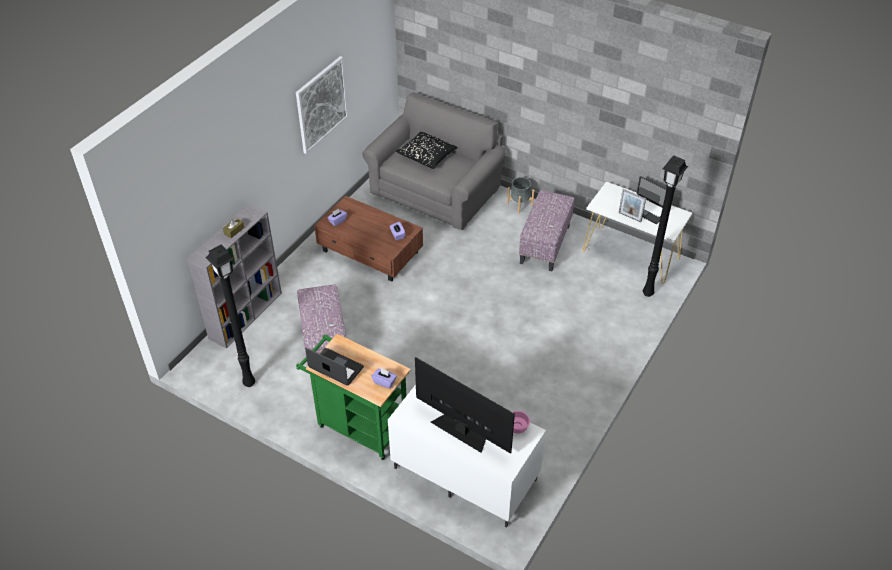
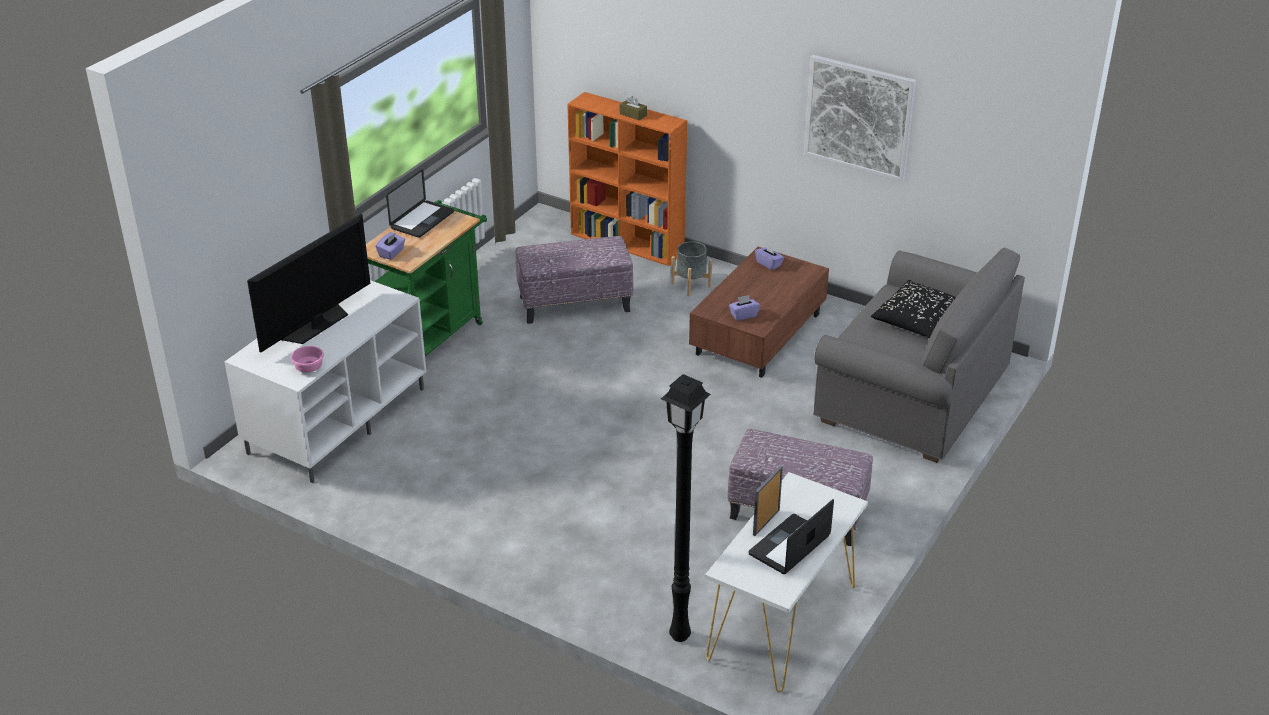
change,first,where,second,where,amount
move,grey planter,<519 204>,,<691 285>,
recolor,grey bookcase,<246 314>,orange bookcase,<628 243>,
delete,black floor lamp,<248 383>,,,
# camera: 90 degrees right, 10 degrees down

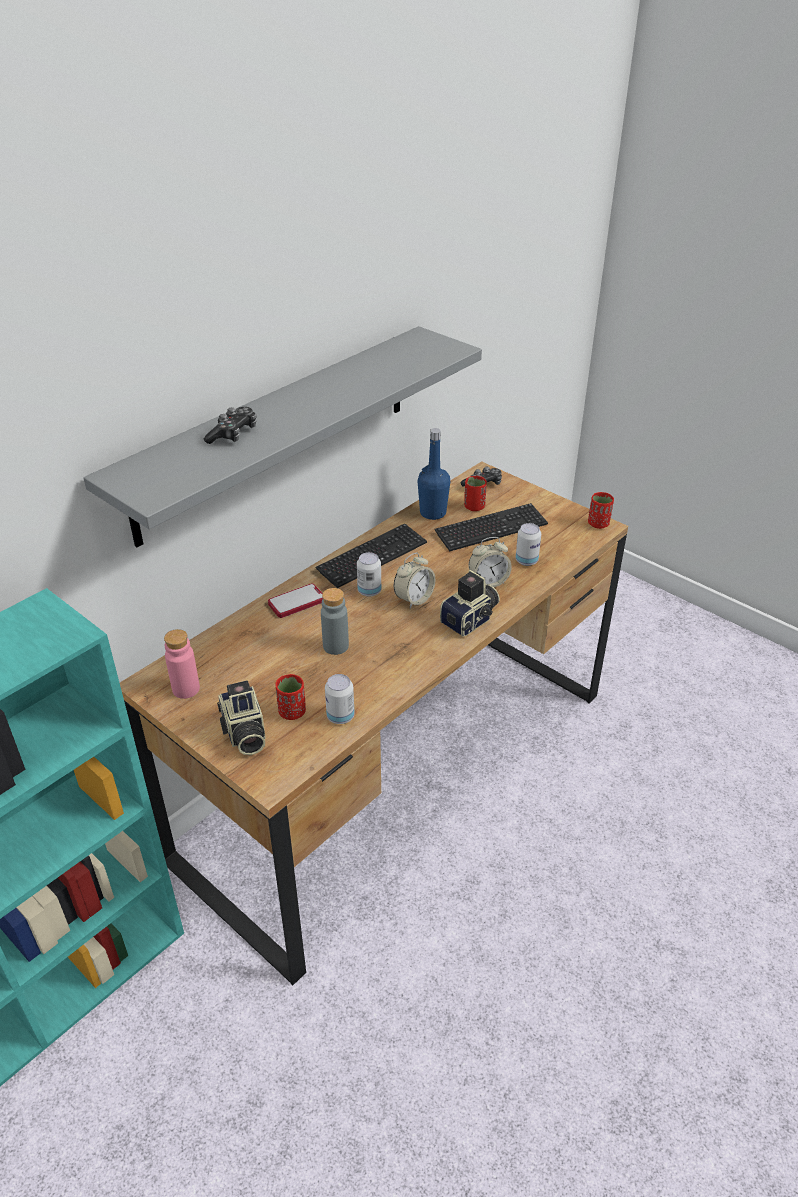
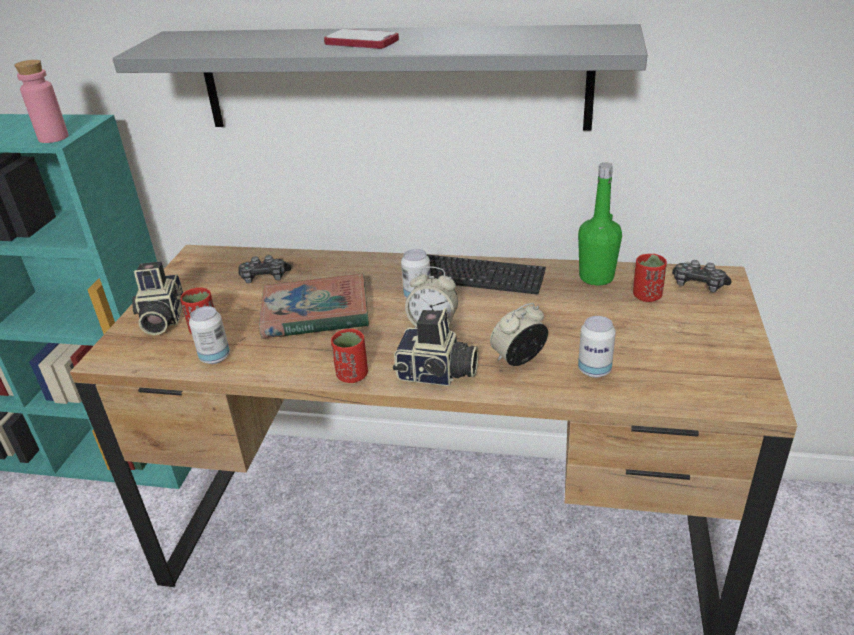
change,first,where,second,where,amount
move,game controller,<233 434>,,<265 278>,
recolor,blue bottle,<433 513>,green bottle,<596 277>,
move,red cup,<598 524>,,<352 375>,
delete,keyboard,<491 529>,,,
rotate,alarm clock,<488 582>,,<518 359>,105 degrees clockwise
move,phone,<296 602>,,<361 42>,
replace,grey bottle,<335 646>,book,<315 313>,
move,pink bottle,<186 689>,,<53 138>,
rotate,photo camera,<244 733>,,<161 319>,45 degrees counterclockwise
# camera: 60 degrees right, 5 degrees down

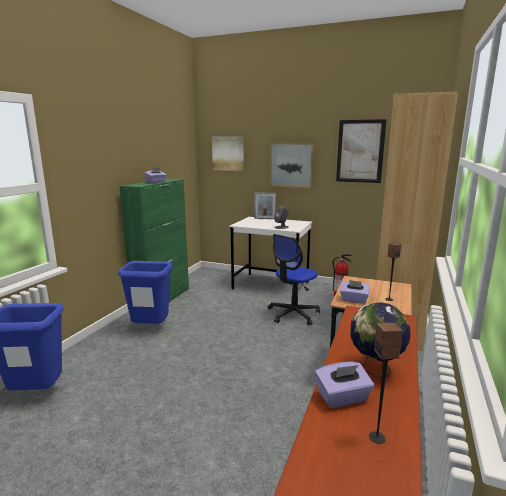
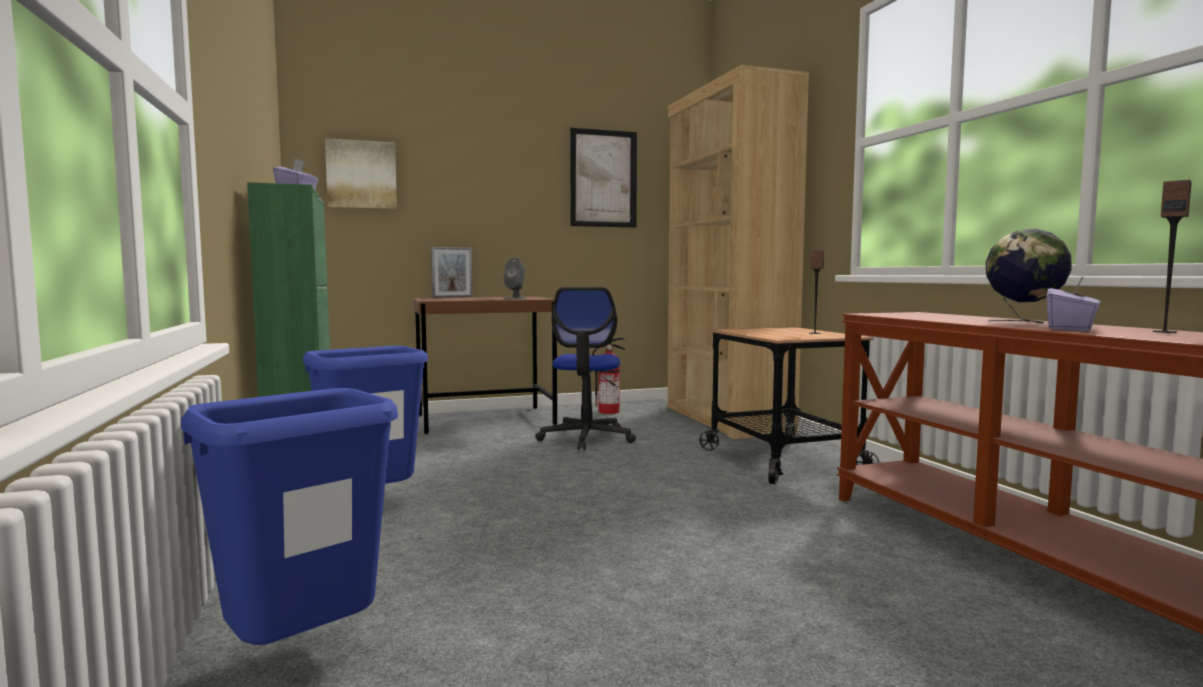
change,first,where,second,where,amount
delete,picture,<291 165>,,,
recolor,white desk,<271 285>,brown desk,<486 420>,
delete,purple tissue box,<354 300>,,,
# camera: 40 degrees left, 10 degrees down

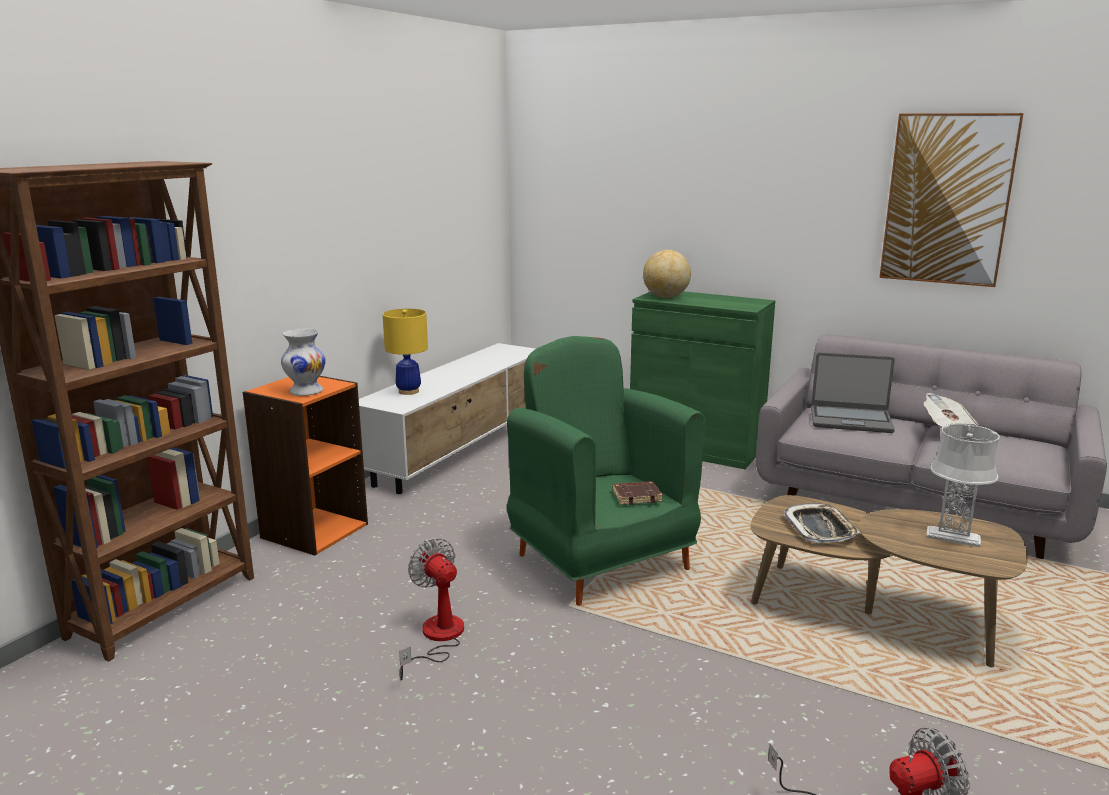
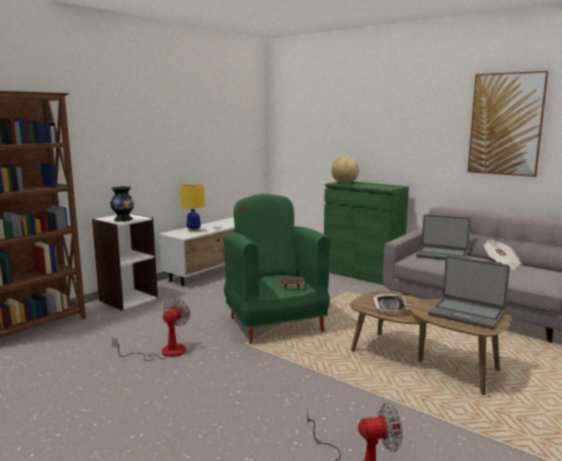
change,first,where,second,where,amount
recolor,white vase,<306 391>,black vase,<123 220>,
recolor,orange bookcase,<314 530>,white bookcase,<128 299>,
replace,grey table lamp,<953 537>,laptop,<466 314>,
rotate,fan,<437 638>,,<164 352>,45 degrees clockwise
# camera: 10 degrees right, 5 degrees down

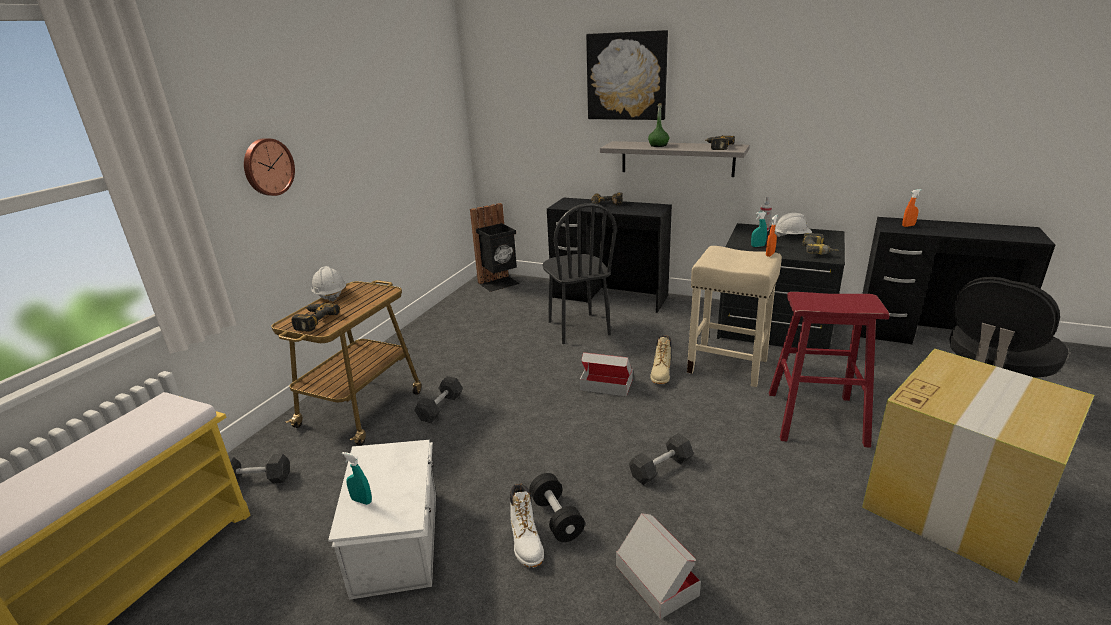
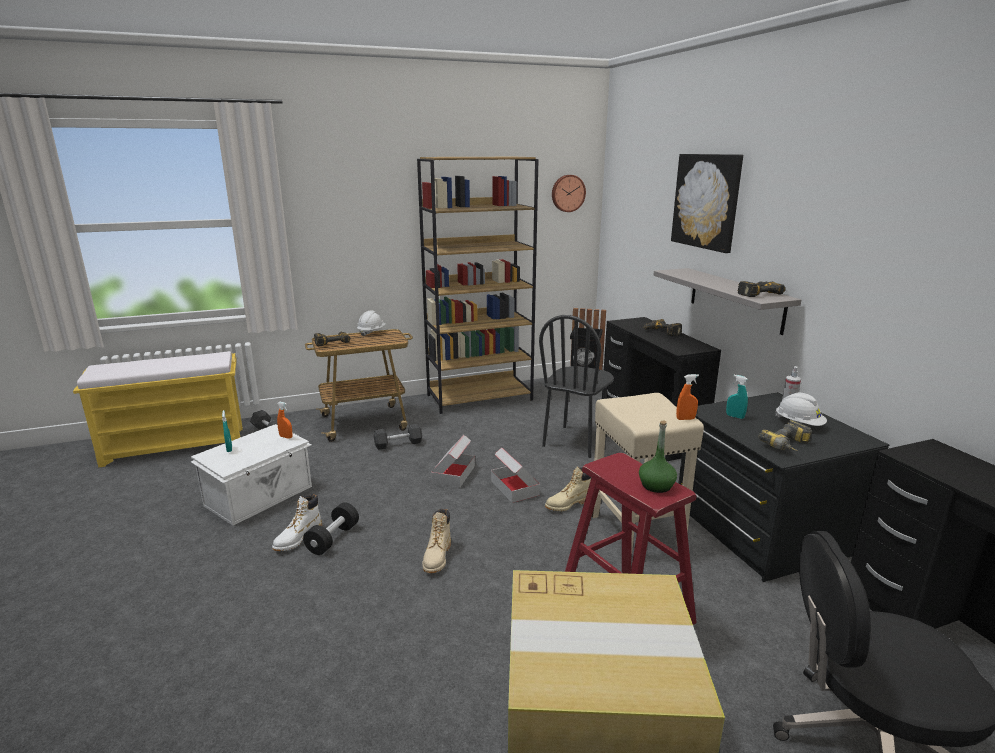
change,first,where,second,where,amount
move,green bottle,<658 145>,,<656 486>,
move,wall clock,<267 167>,,<567 193>,
move,orange spray bottle,<908 226>,,<286 437>,
replace,grey dumbbell,<661 468>,beige boot,<437 557>,
move,cardboard box,<656 580>,,<453 474>,
insert,,,brown bookcase,<480 397>,
# camera: 45 degrees right, 5 degrees down

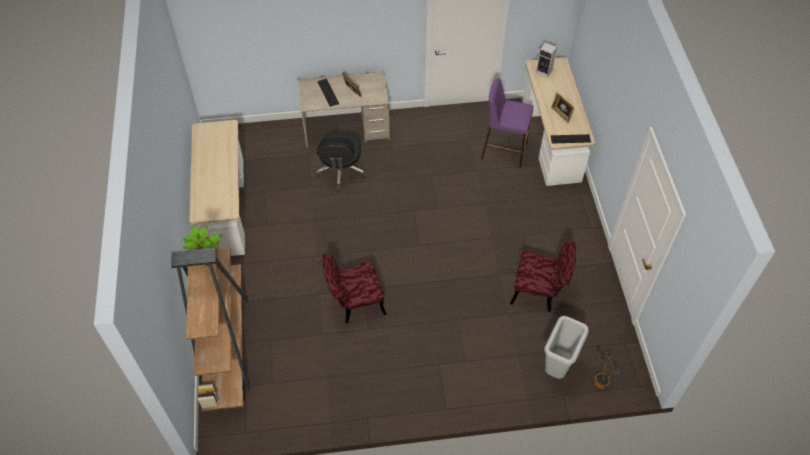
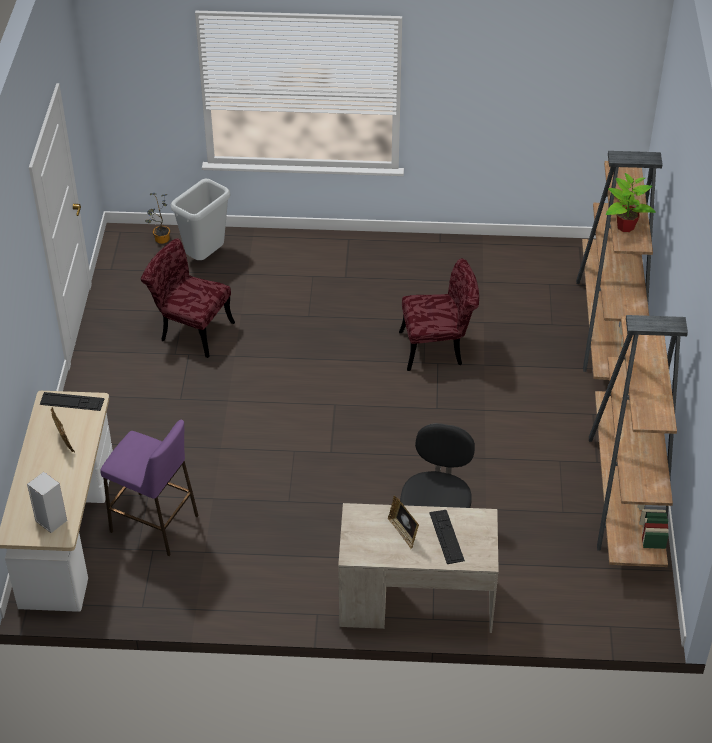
change,first,where,second,where,amount
replace,desk,<225 207>,brown bookcase,<626 495>,
# camera: 170 degrees left, 10 degrees down

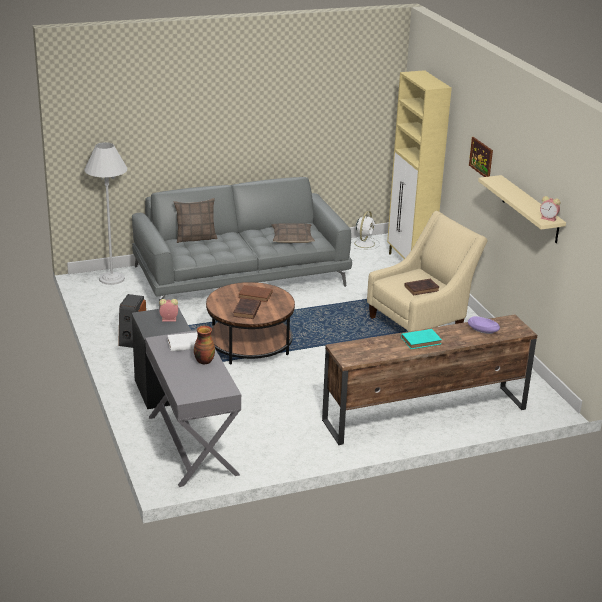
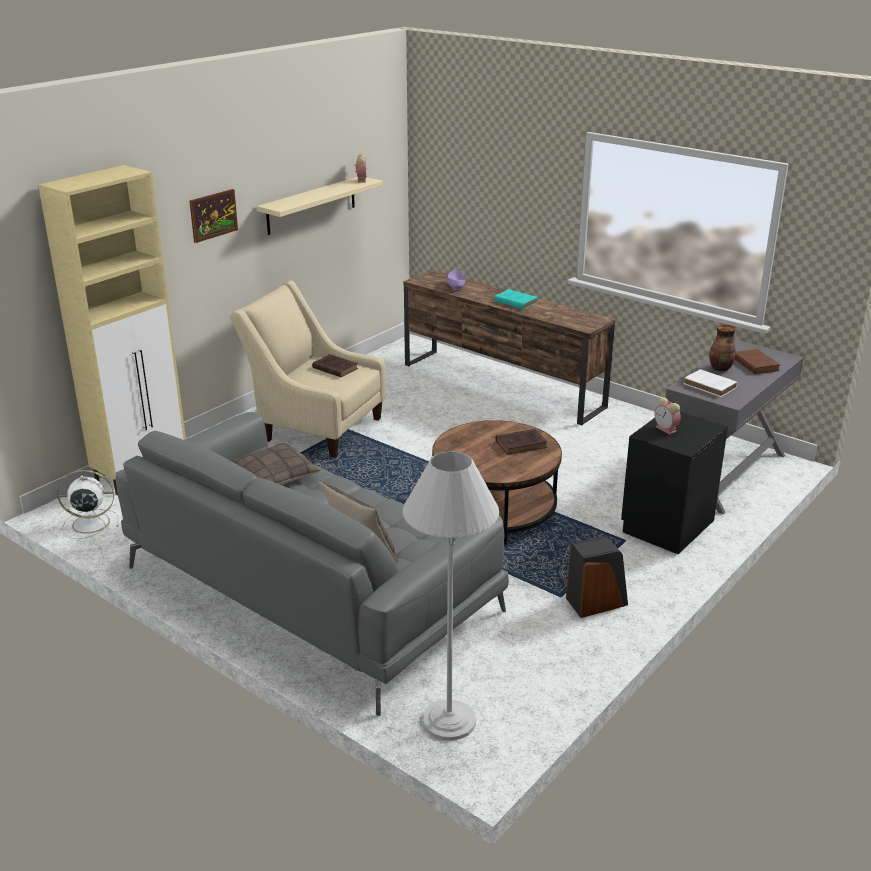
change,first,where,second,where,amount
move,brown book,<256 295>,,<754 364>,
# camera: 120 degrees left, 0 degrees up

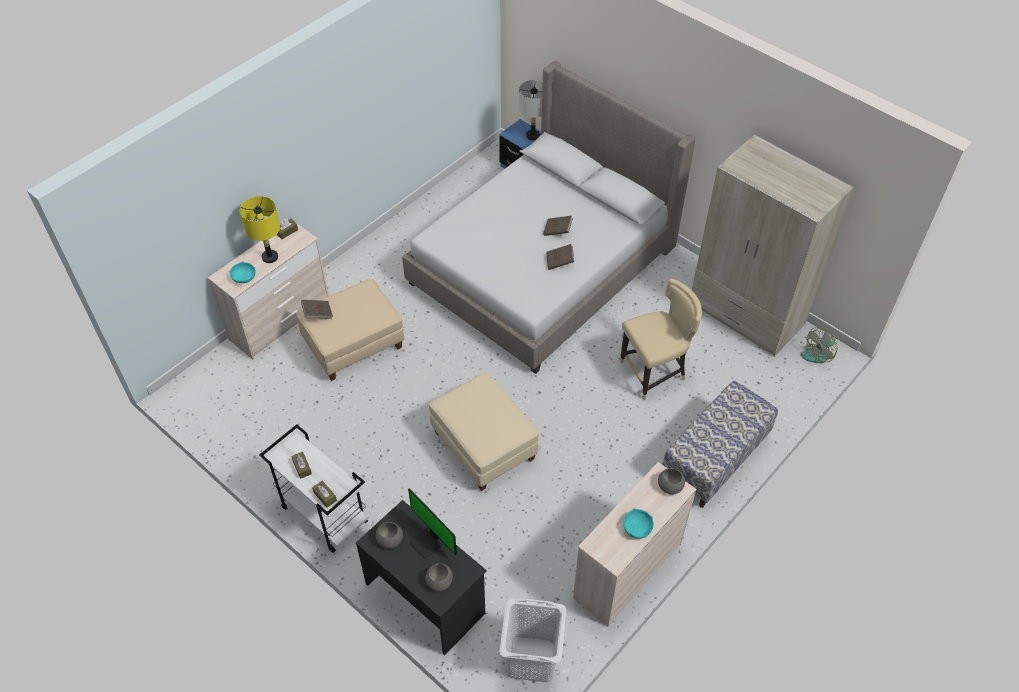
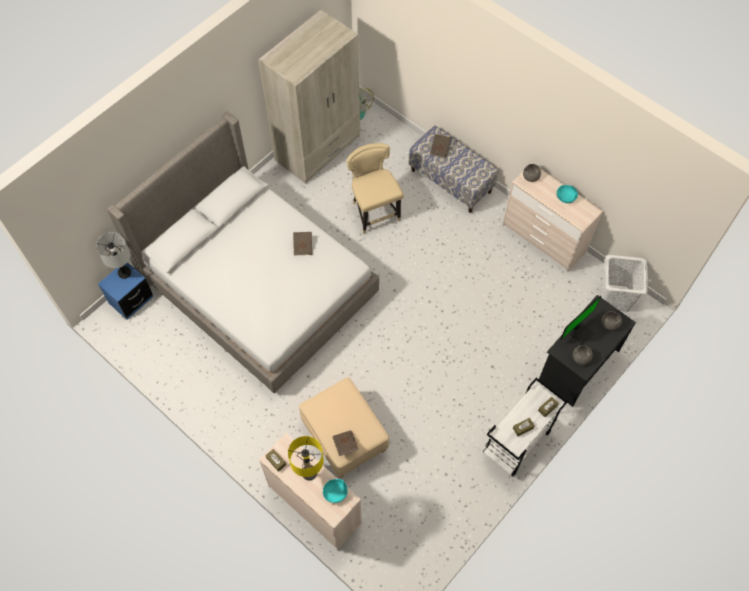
change,first,where,second,where,amount
move,brown book,<557 231>,,<440 149>,
delete,beige ottoman,<483 446>,,,
# camera: 90 degrees left, 10 degrees up

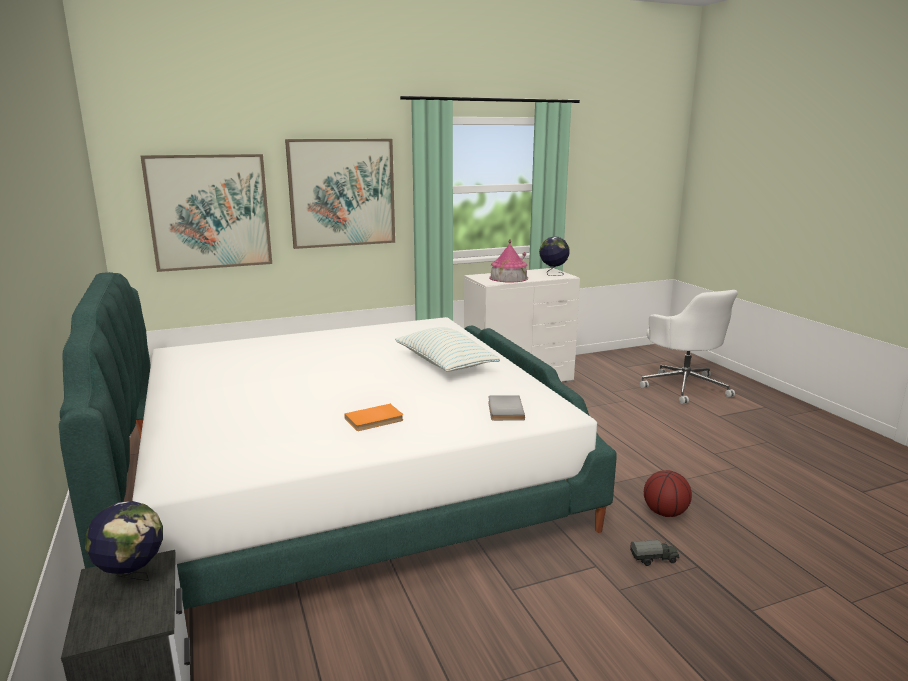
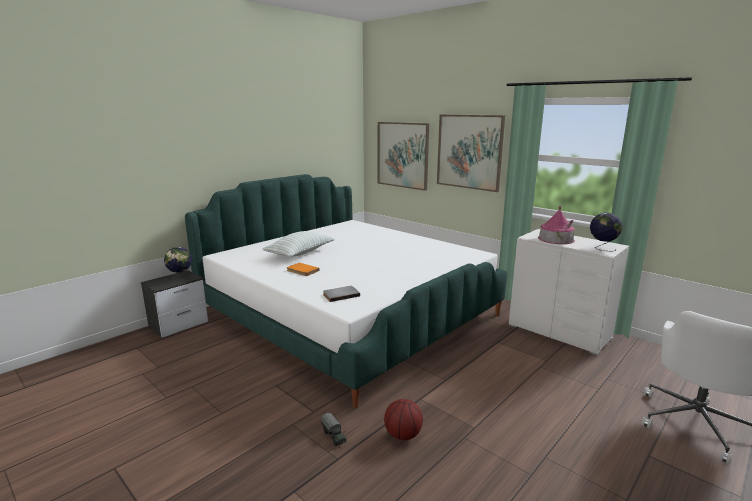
change,first,where,second,where,amount
move,pillow,<445 364>,,<300 253>,
# camera: 65 degrees right, 0 degrees up

